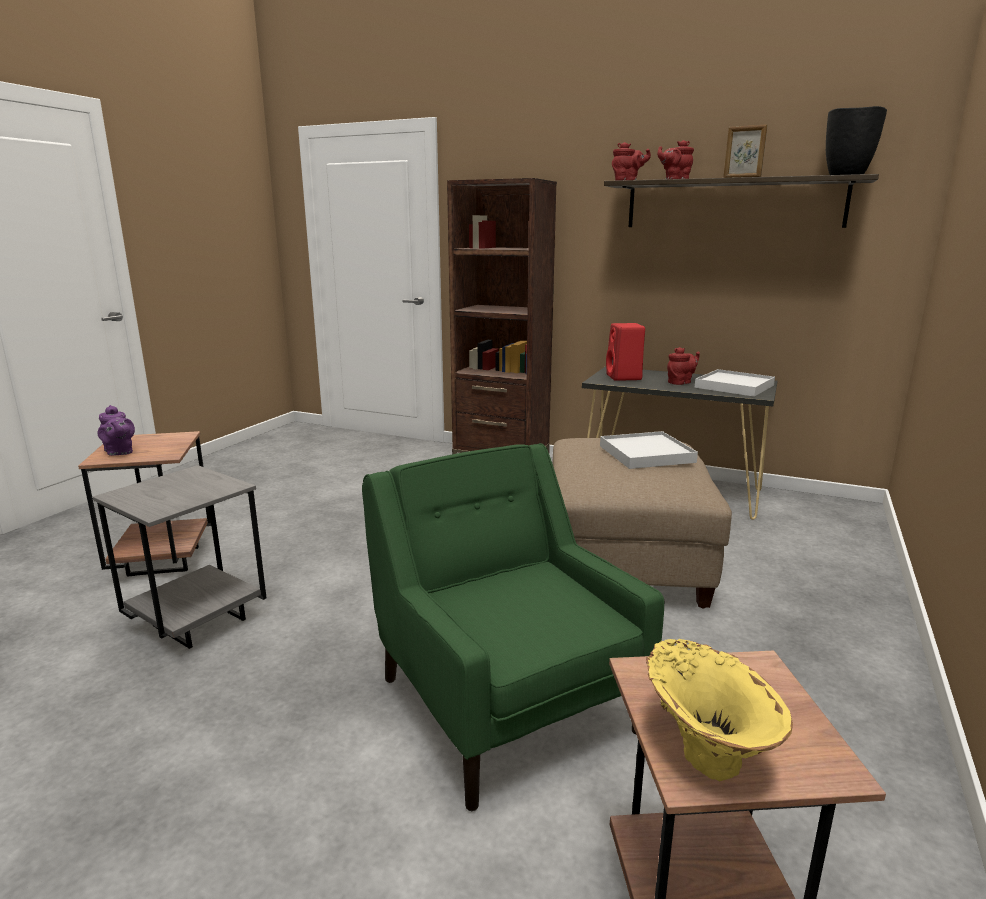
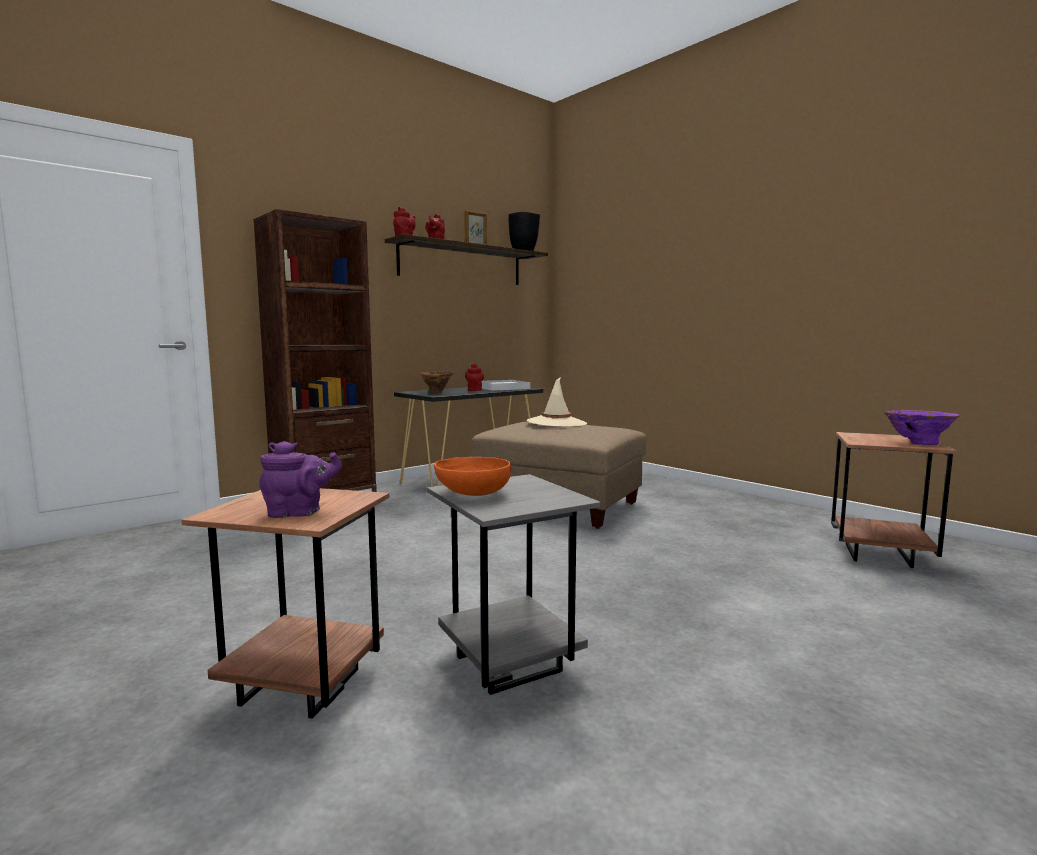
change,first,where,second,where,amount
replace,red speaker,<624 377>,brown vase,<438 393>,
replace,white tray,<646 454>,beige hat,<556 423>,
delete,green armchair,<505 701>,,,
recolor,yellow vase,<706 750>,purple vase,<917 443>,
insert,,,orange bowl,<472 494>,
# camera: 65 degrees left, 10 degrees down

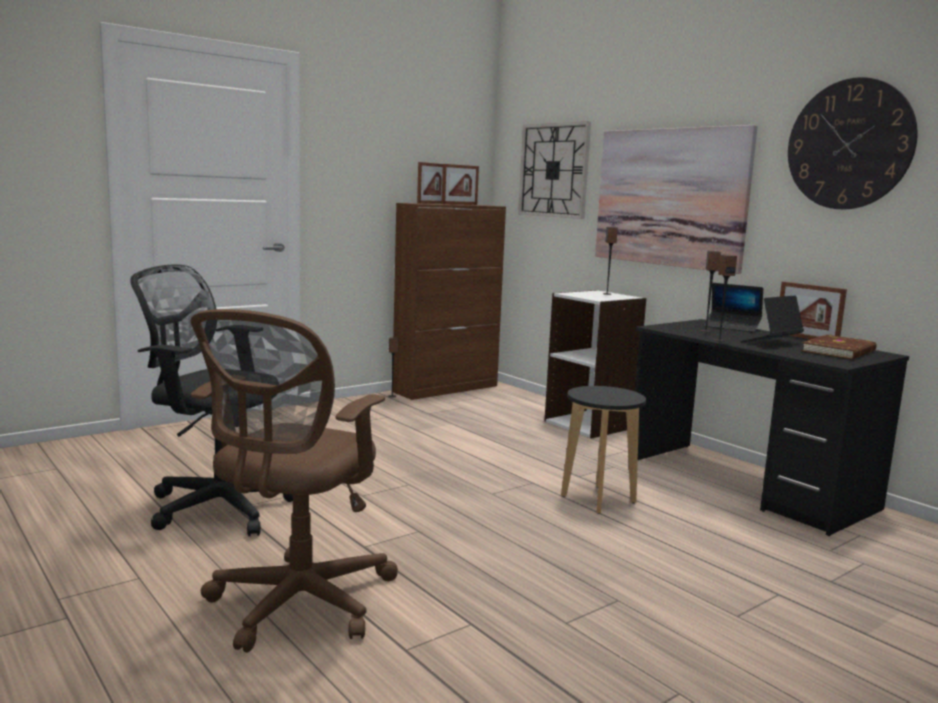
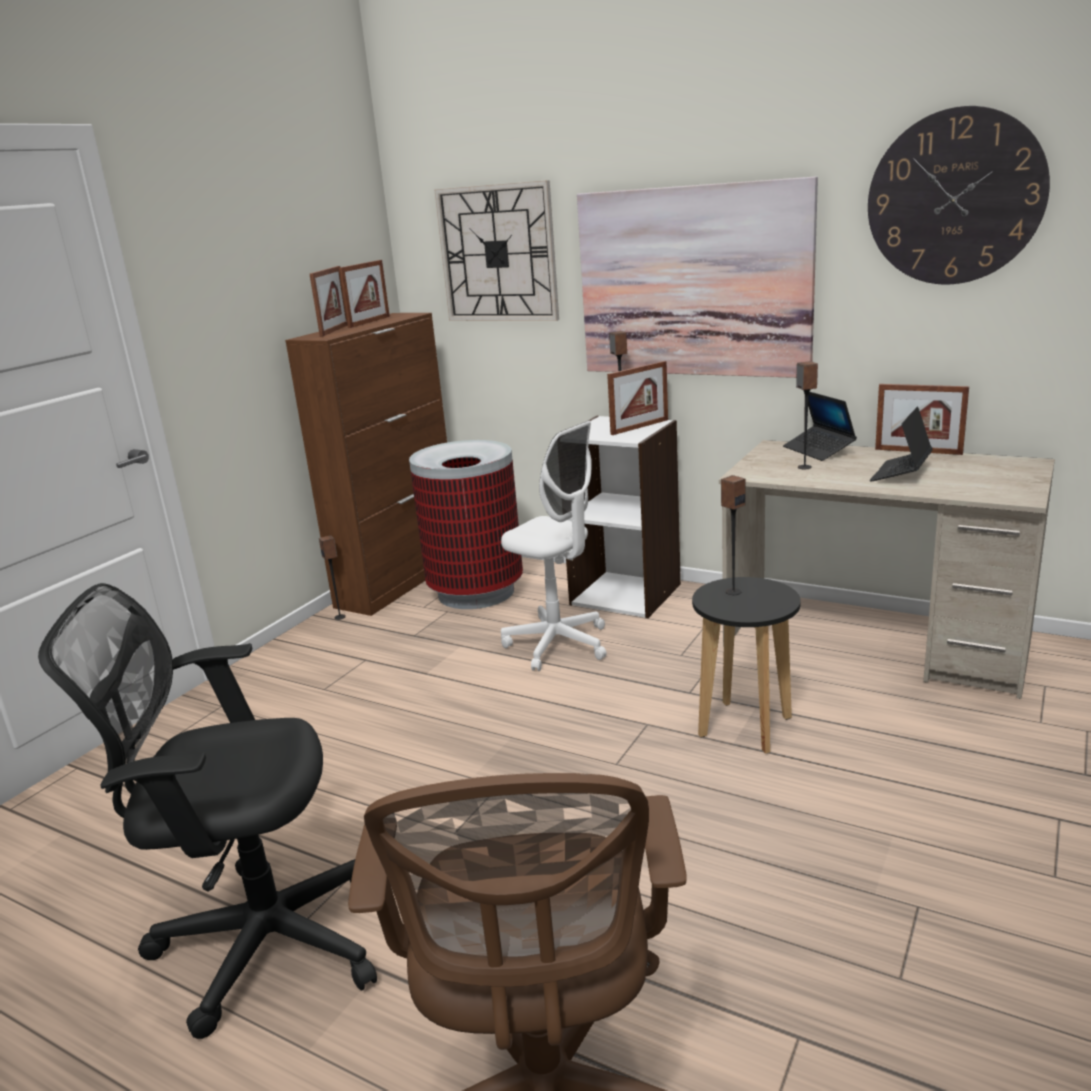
change,first,where,second,where,amount
move,speaker,<719 340>,,<733 592>,
rotate,laptop,<732 327>,,<818 450>,60 degrees clockwise
recolor,black desk,<747 485>,beige desk,<874 643>,
delete,brown book,<840 351>,,,
insert,,,picture frame,<639 427>,
insert,,,white office chair,<558 645>,
insert,,,trash can,<476 592>,
# camera: 20 degrees left, 10 degrees up

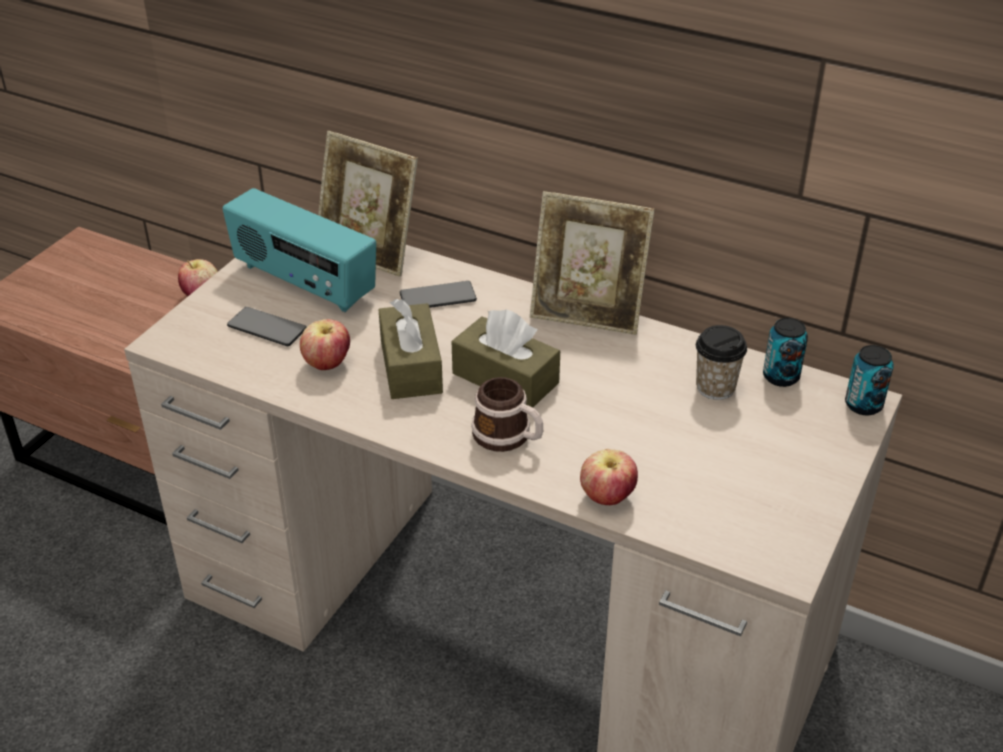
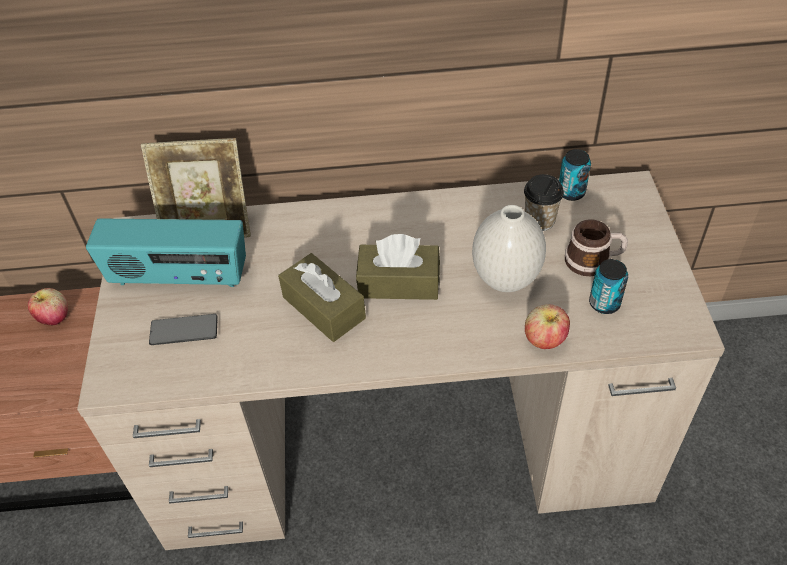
change,first,where,second,where,amount
delete,picture frame,<587 314>,,,
delete,phone,<438 297>,,,
delete,apple,<327 364>,,,
move,can,<863 405>,,<604 303>,
move,mug,<508 437>,,<593 261>,
insert,,,white vase,<506 280>,
# camera: 30 degrees left, 10 degrees up

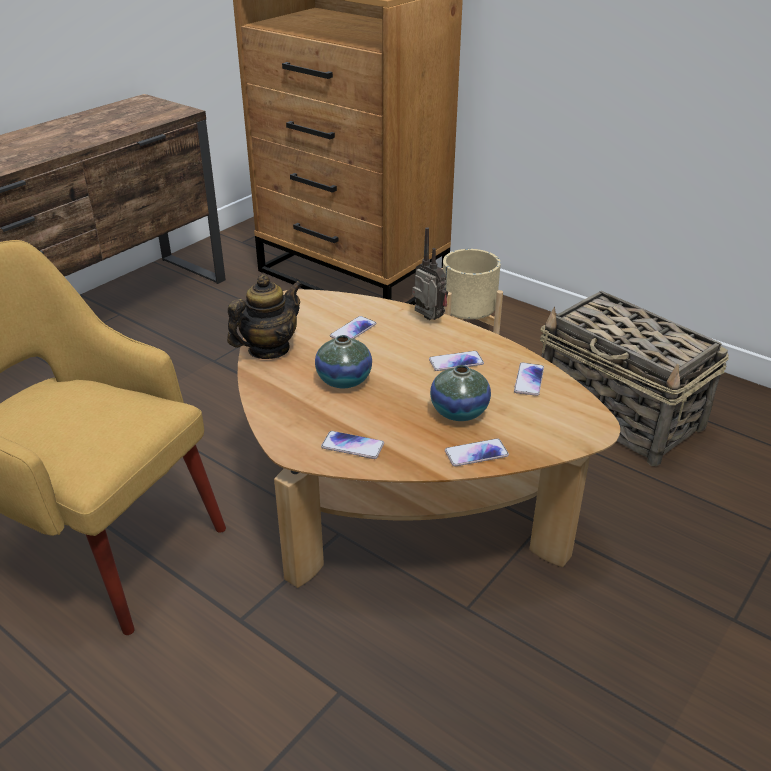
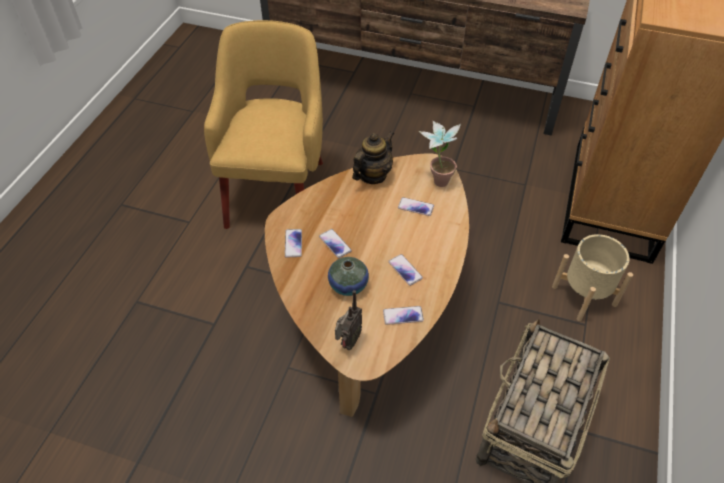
change,first,where,second,where,amount
move,radio,<427 320>,,<348 342>,
rotate,teapot,<268 349>,,<372 175>,75 degrees counterclockwise
delete,vase,<344 380>,,,
move,phone,<476 453>,,<335 244>,
insert,,,potted plant,<437 178>,
# camera: 70 degrees right, 15 degrees up

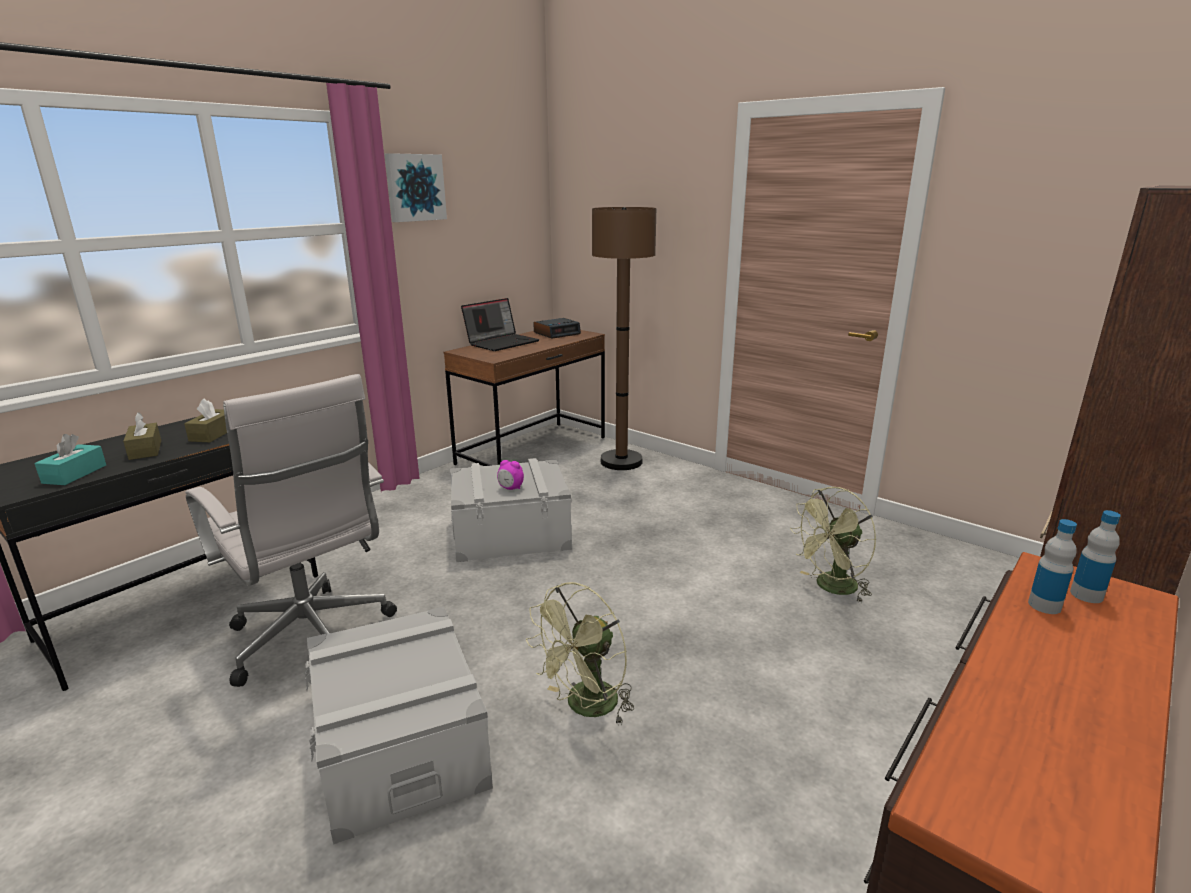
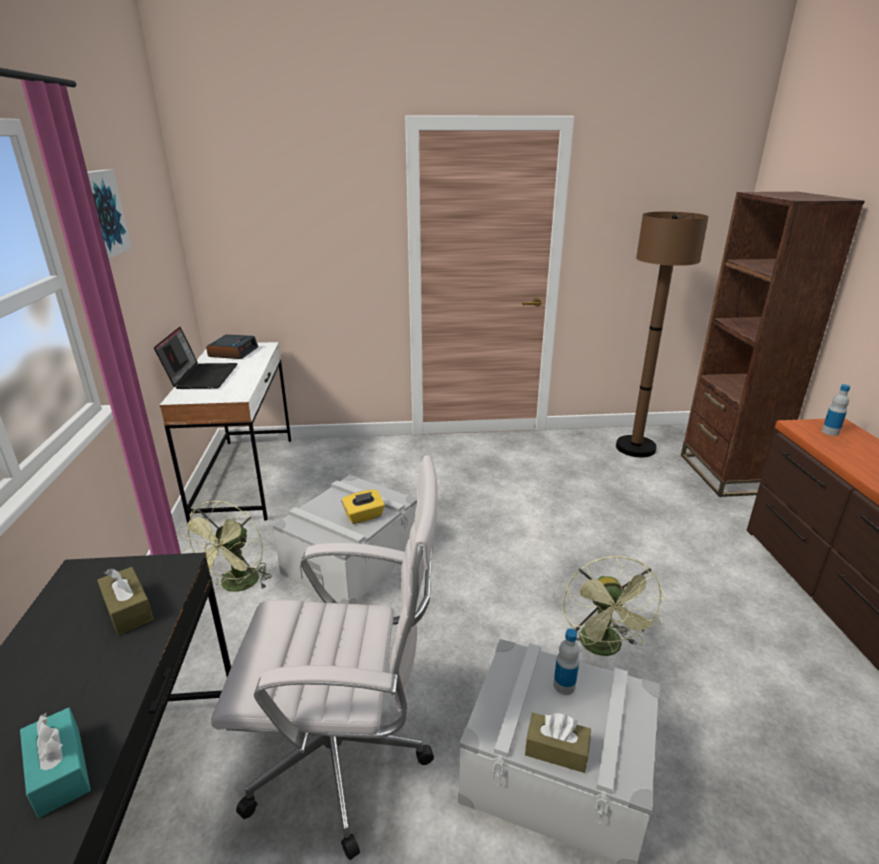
change,first,where,second,where,amount
move,brown floor lamp,<621 461>,,<635 448>,
recolor,brown desk,<533 450>,white desk,<245 477>,
move,brown tissue box,<145 450>,,<556 750>,
replace,alarm clock,<510 488>,yellow tissue box,<364 516>,
move,green fan,<831 588>,,<236 586>,
move,bottle,<1044 605>,,<564 685>,
# camera: 45 degrees left, 5 degrees up

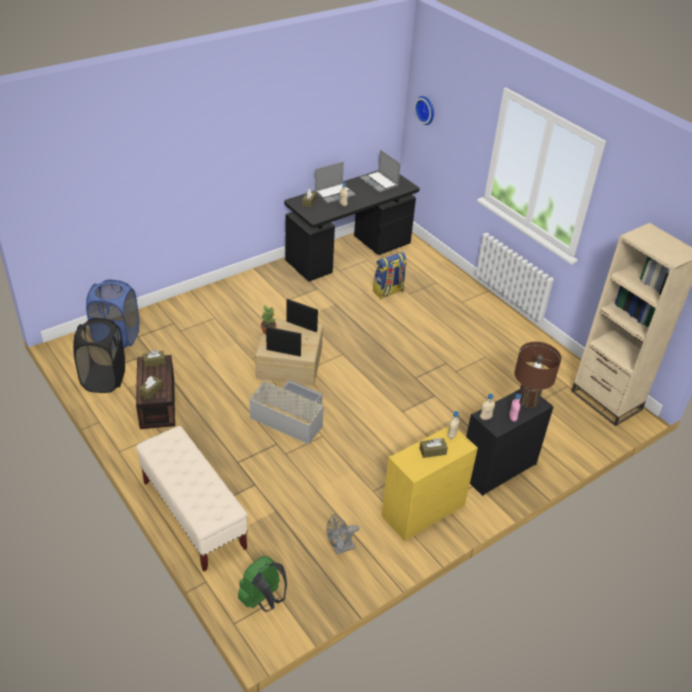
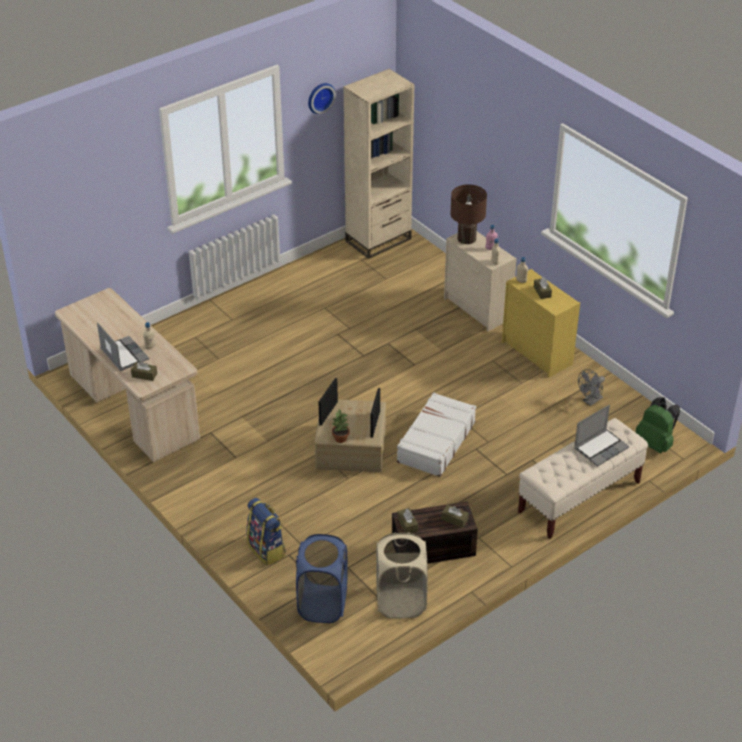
change,first,where,second,where,amount
move,wall clock,<426 110>,,<319 97>,
move,laptop,<379 183>,,<601 448>,
recolor,black desk,<349 253>,beige desk,<133 408>,
move,backpack,<388 292>,,<267 550>,
recolor,black laundry basket,<104 379>,beige laundry basket,<400 601>,
replace,grey storage box,<289 416>,white suitcase,<435 442>,
recolor,black dresser,<497 469>,beige dresser,<478 309>,
rotate,grey fan,<340 548>,,<590 401>,75 degrees clockwise
# camera: 90 degrees left, 0 degrees up

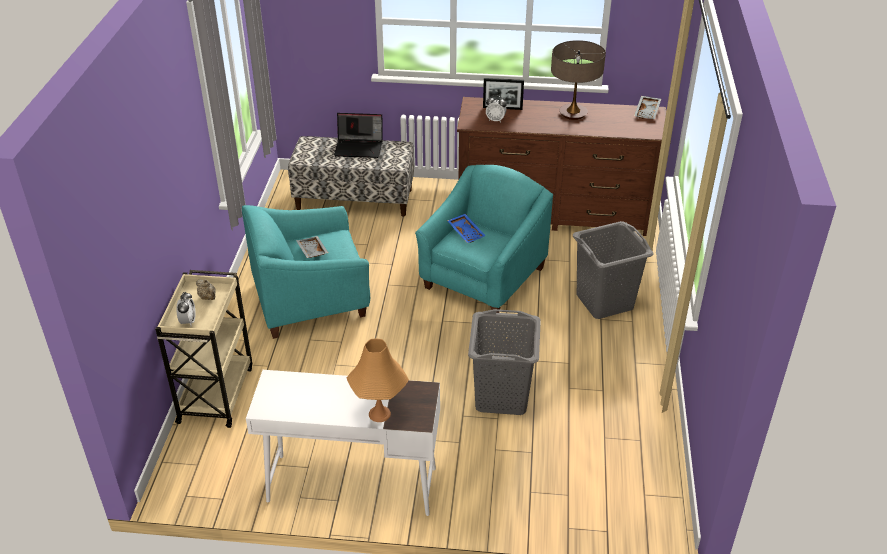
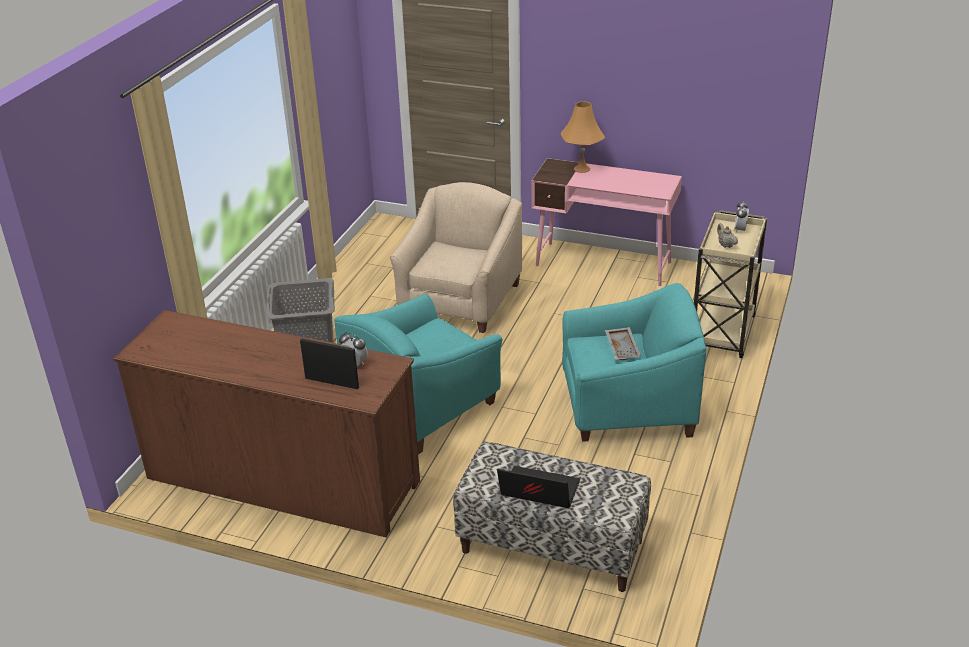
change,first,where,second,where,amount
delete,table lamp,<573 113>,,,
delete,grey tray,<647 112>,,,
delete,blue tray,<466 232>,,,
replace,grey laundry basket,<501 396>,beige armchair,<461 301>,
recolor,white desk,<351 484>,pink desk,<604 264>,
# camera: 165 degrees left, 5 degrees down

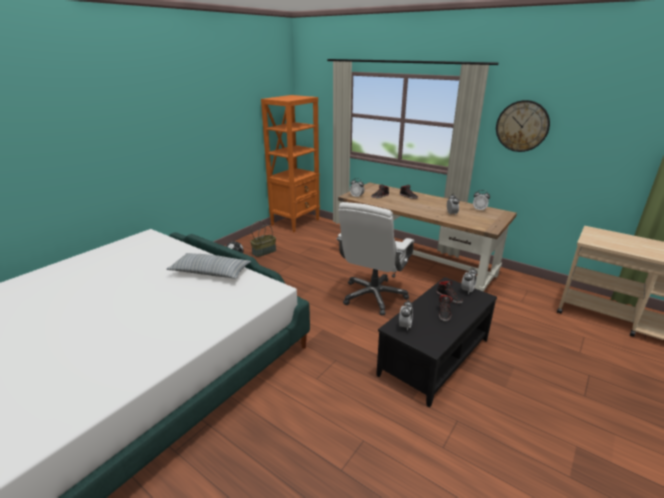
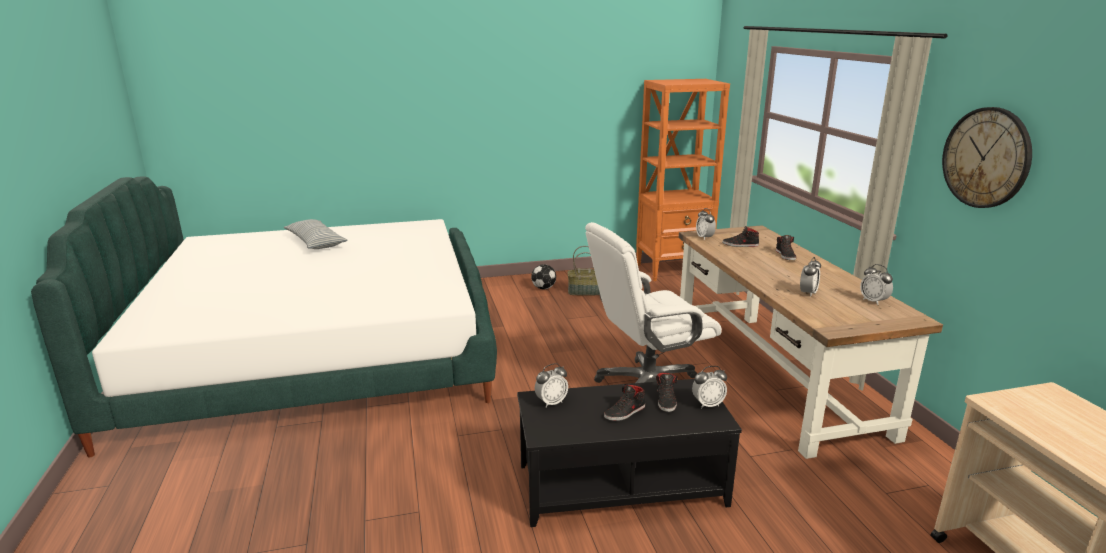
change,first,where,second,where,amount
move,pillow,<210 272>,,<315 242>,
# camera: 40 degrees right, 5 degrees down

